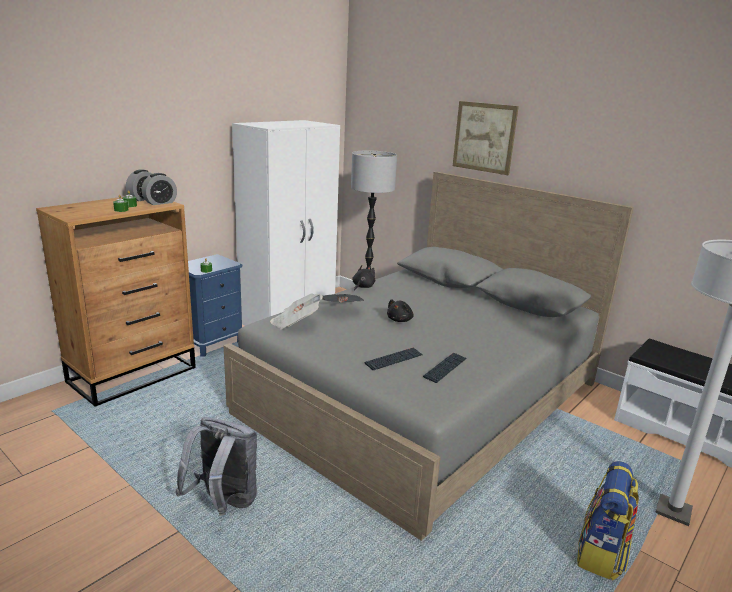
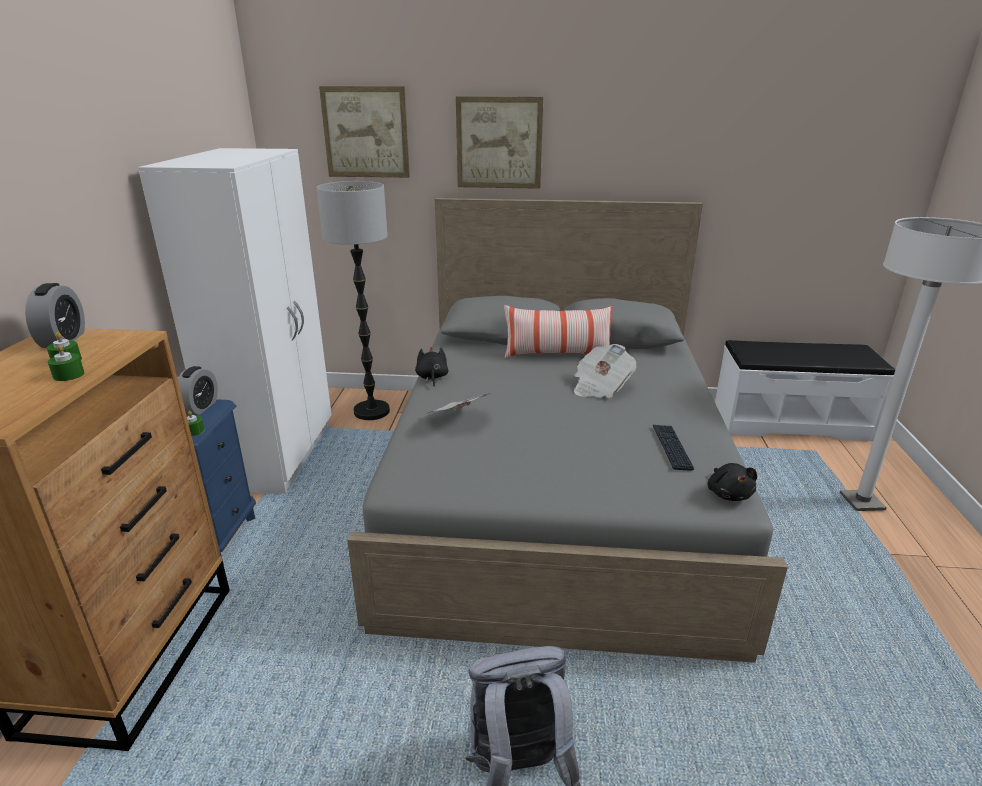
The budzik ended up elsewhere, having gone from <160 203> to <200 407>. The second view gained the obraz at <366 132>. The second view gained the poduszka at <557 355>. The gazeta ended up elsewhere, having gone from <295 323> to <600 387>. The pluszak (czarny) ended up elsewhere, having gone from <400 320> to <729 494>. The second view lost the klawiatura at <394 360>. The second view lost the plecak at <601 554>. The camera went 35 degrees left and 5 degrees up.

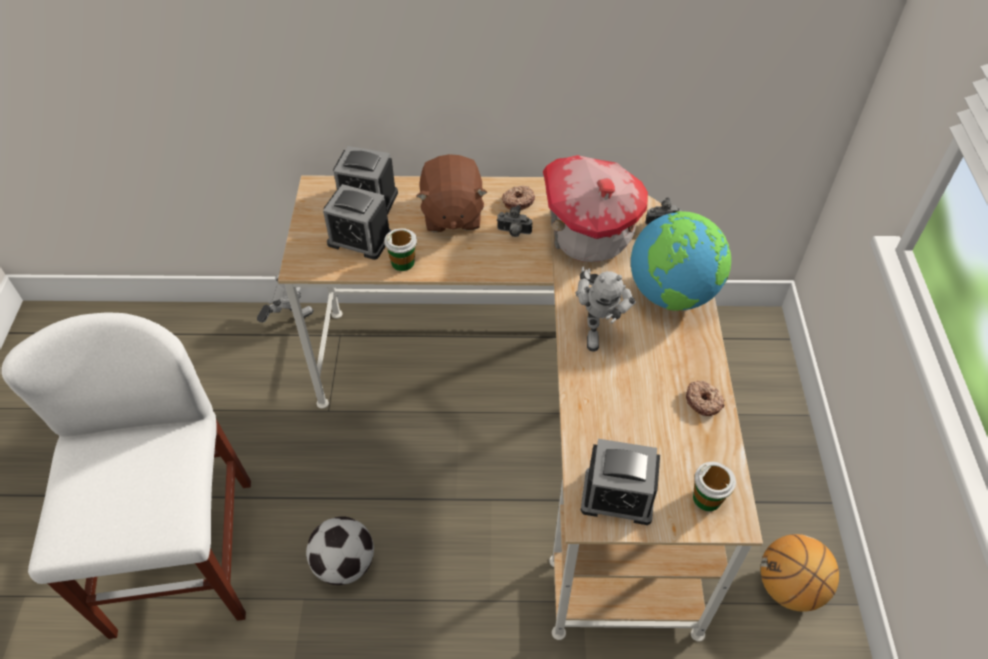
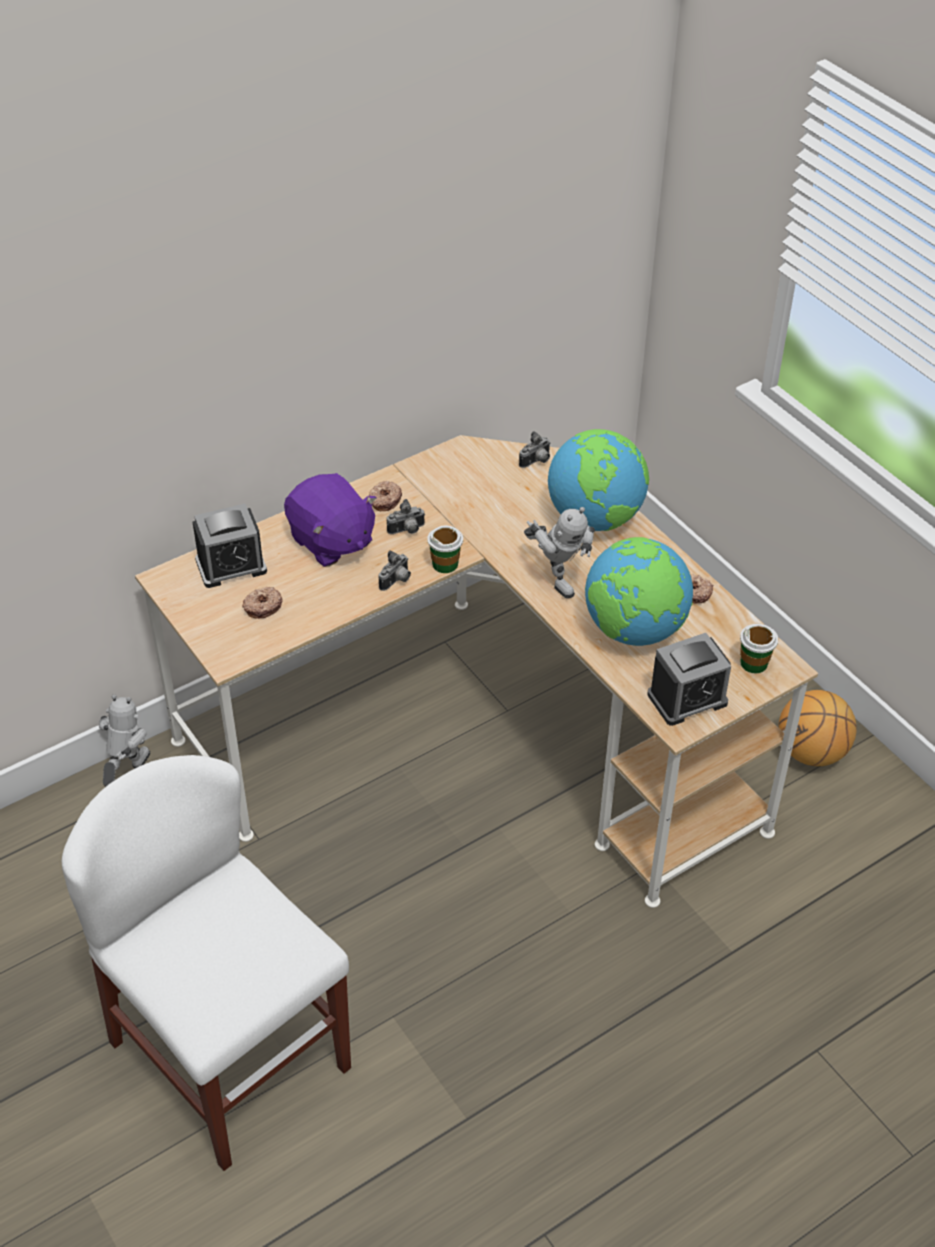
Where the budzik stood at <360 239>, the donut came to stand at <262 606>. What was the pluszak (brązowy) at <451 214> turned into the pluszak (fioletowy) at <331 541>. The second view gained the aparat fotograficzny at <396 581>. The filiżanka ended up elsewhere, having gone from <403 262> to <445 564>. The second view gained the globus at <634 630>. The second view lost the piłka futbolowa at <344 564>. The second view lost the domek at <589 235>. The camera went 35 degrees left and 5 degrees down.

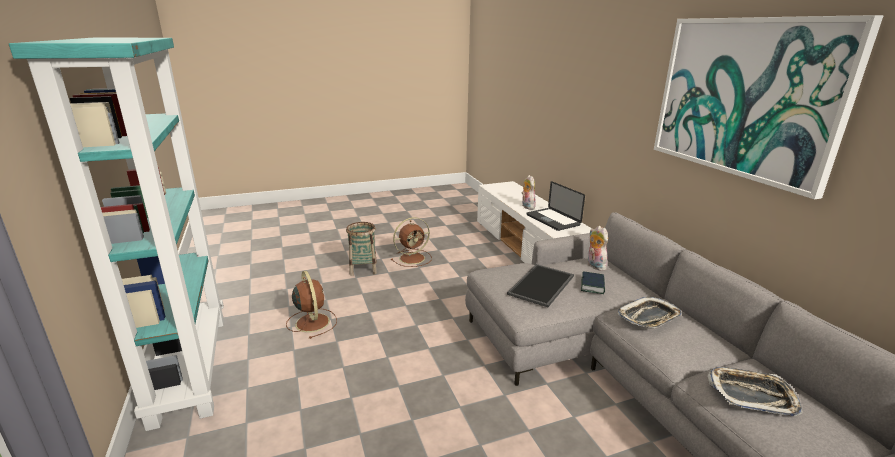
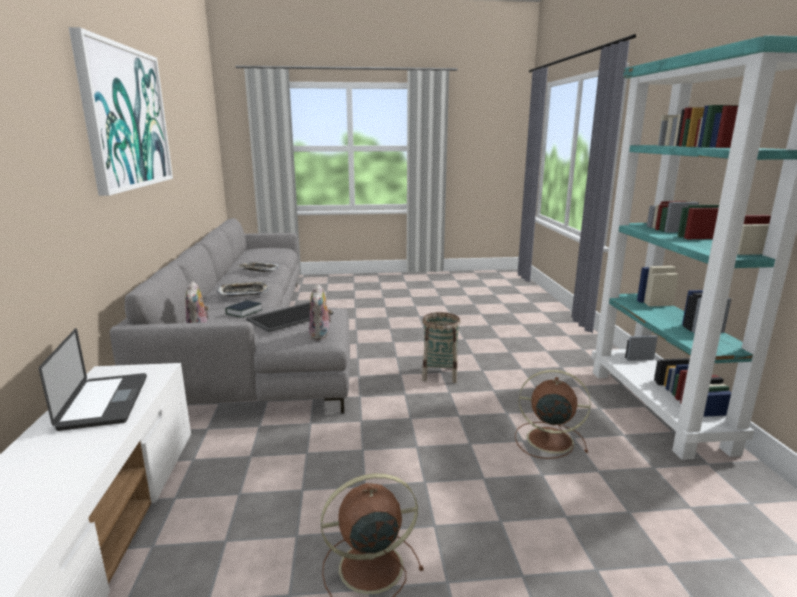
The pluszak ended up elsewhere, having gone from <527 206> to <321 336>. The koszyk ended up elsewhere, having gone from <363 269> to <440 374>. The wentylator (brązowy) at <312 322> ended up facing another way, 120 degrees clockwise from before. The camera went 165 degrees left and 5 degrees down.

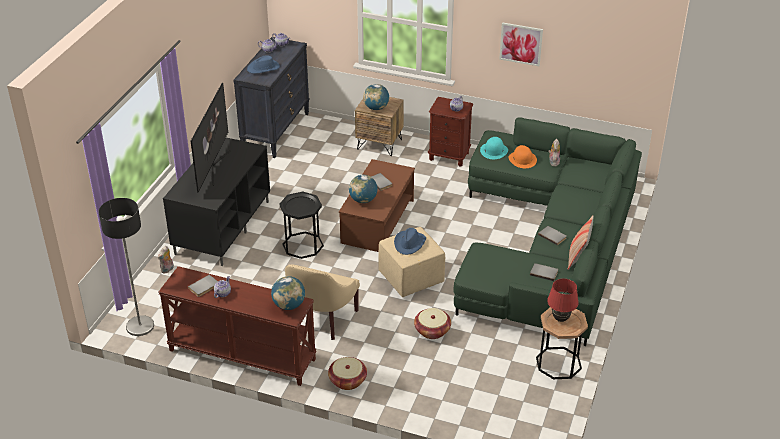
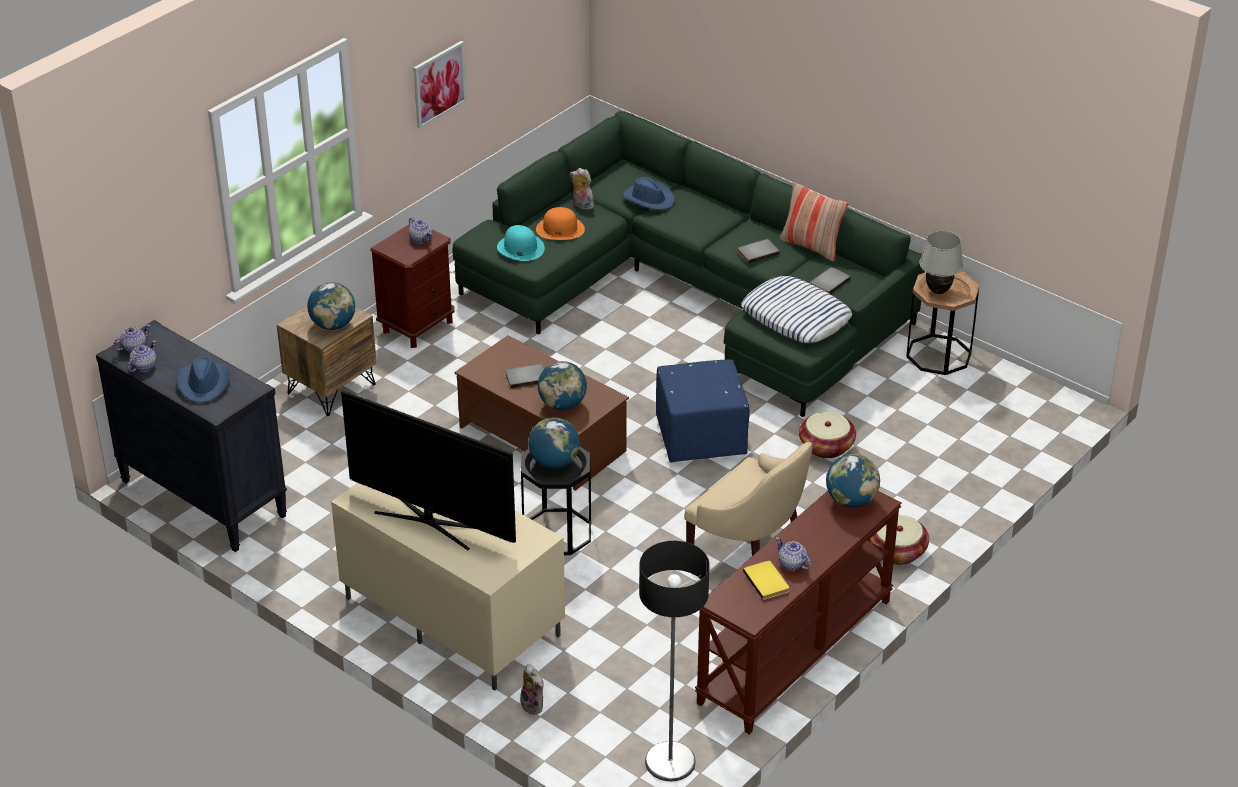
What was the szafka pod telewizor (czarny) at <222 226> turned into the szafka pod telewizor (beżowy) at <450 617>. The second view gained the globus at <554 462>. The kapelusz (niebieski) ended up elsewhere, having gone from <409 243> to <649 198>. What was the pufa (beżowy) at <411 279> turned into the pufa (niebieski) at <702 438>. The second view gained the poduszka at <796 317>. What was the książka (szary) at <204 287> turned into the książka (żółty) at <767 581>. What was the lampa stołowa (czerwony) at <560 319> turned into the lampa stołowa (biały) at <938 291>. The camera went 70 degrees left and 0 degrees up.

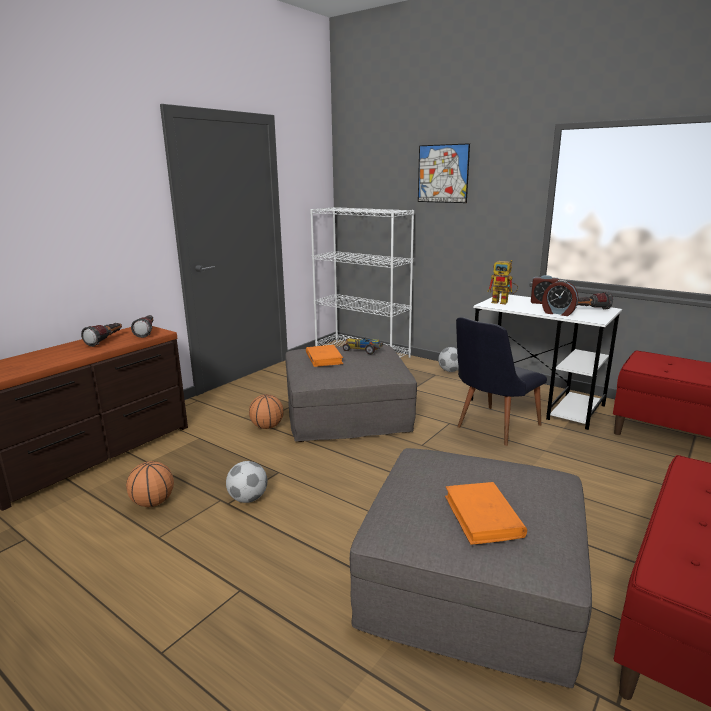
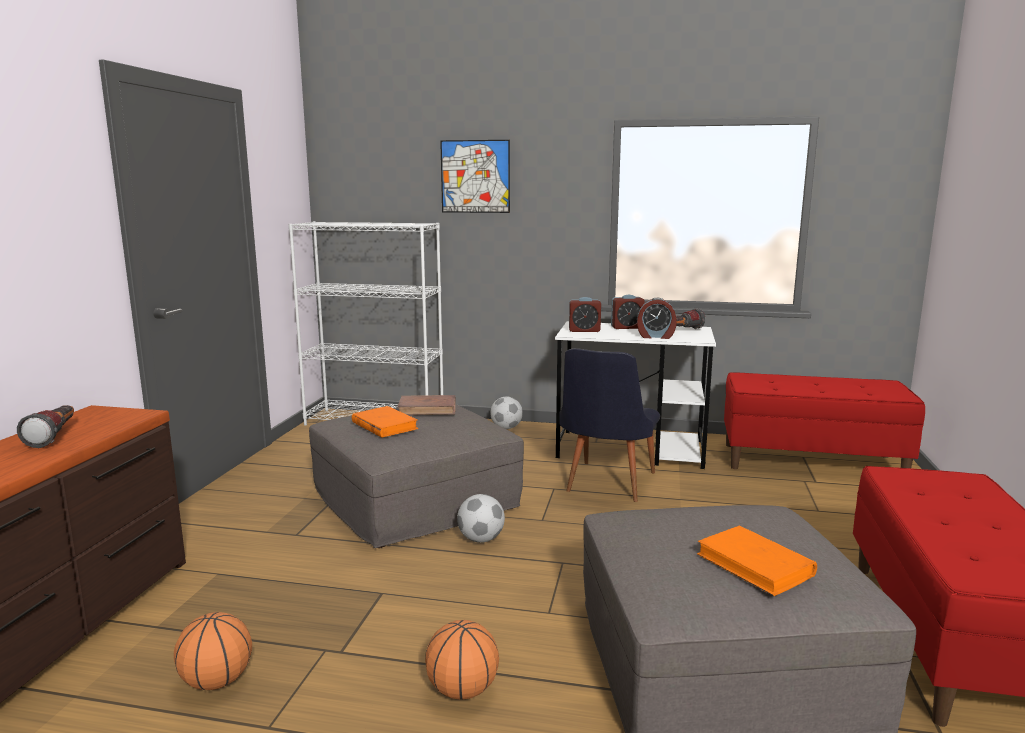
Where the samochodzik stood at <363 350>, the książka (brązowy) came to stand at <427 409>. The piłka do koszykówki ended up elsewhere, having gone from <267 427> to <462 690>. The piłka futbolowa ended up elsewhere, having gone from <248 499> to <480 539>. Where the robot zabawkowy stood at <503 302>, the budzik came to stand at <584 330>. The second view lost the latarka at <147 332>. The camera went 25 degrees left and 5 degrees down.

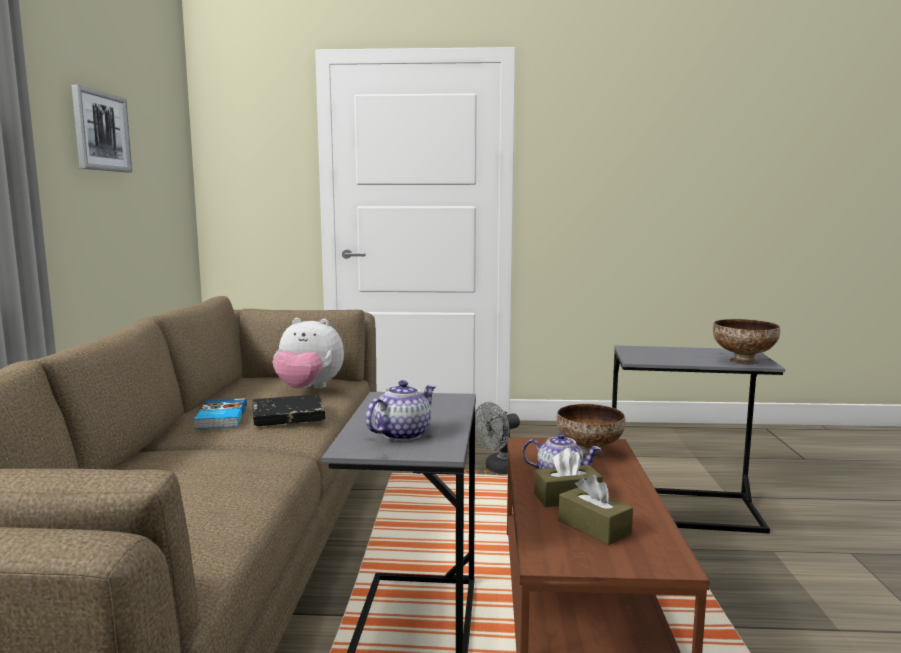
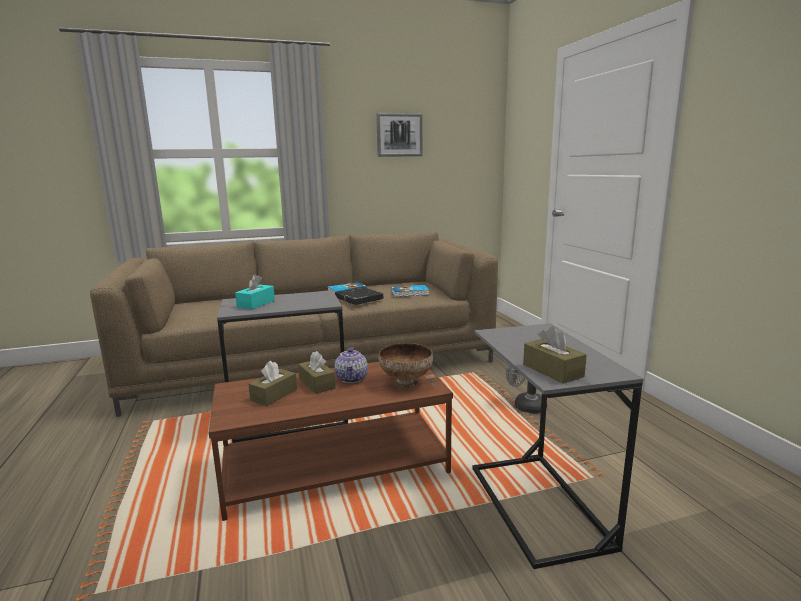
Where the imbryk stood at <402 434>, the pudełko chusteczek (turkusowy) came to stand at <256 304>. Where the pluszak stood at <308 389>, the książka came to stand at <410 293>. Where the miska stood at <743 361>, the pudełko chusteczek (brązowy) came to stand at <552 370>. The camera went 70 degrees right and 5 degrees up.

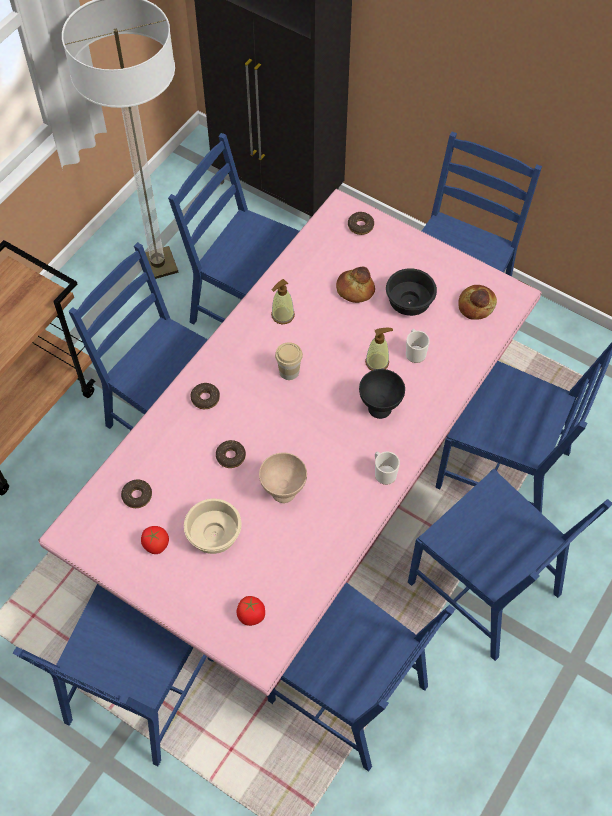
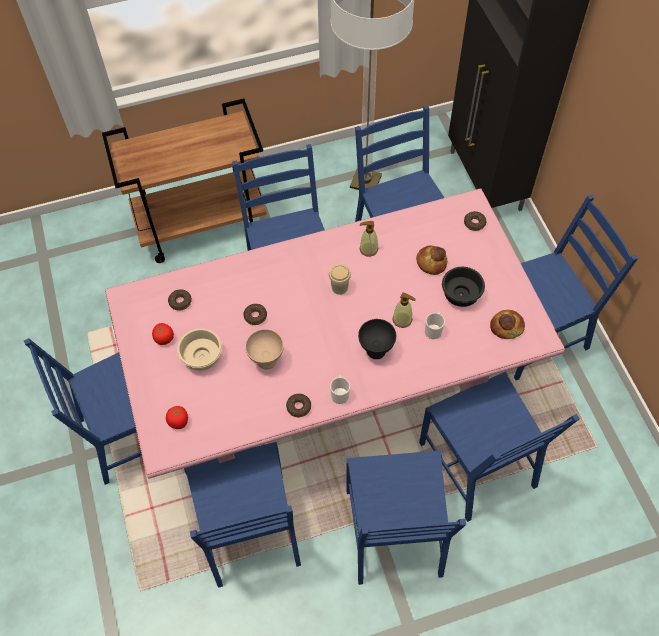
The donut ended up elsewhere, having gone from <205 398> to <298 407>. The camera went 40 degrees right and 0 degrees up.

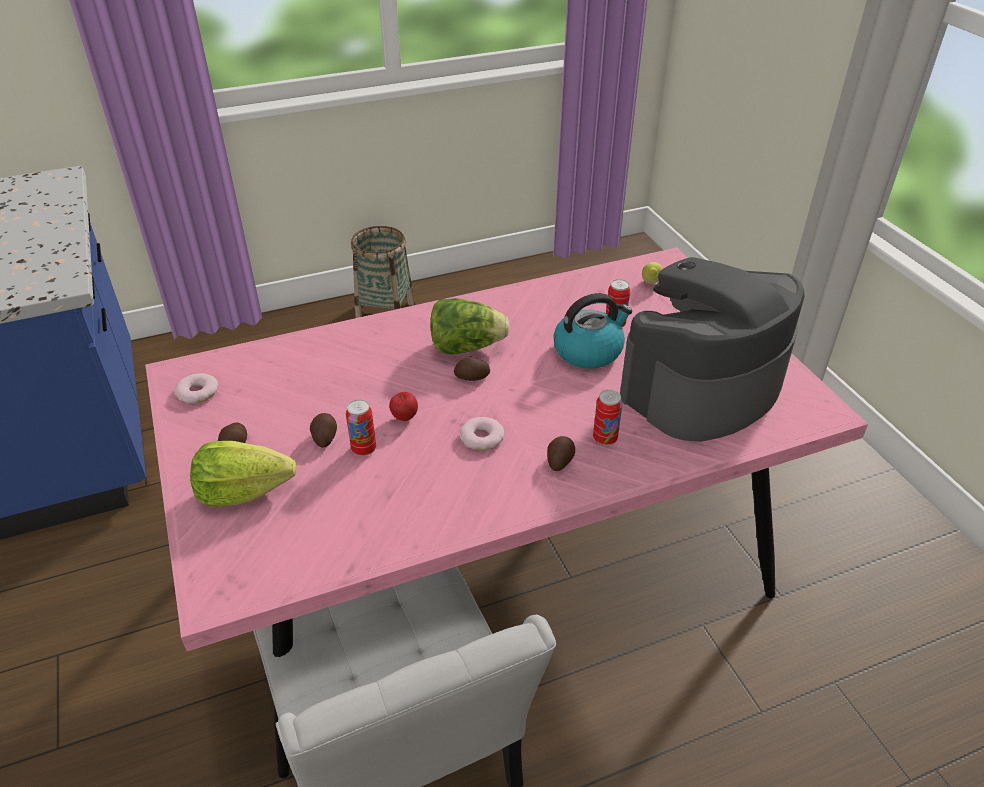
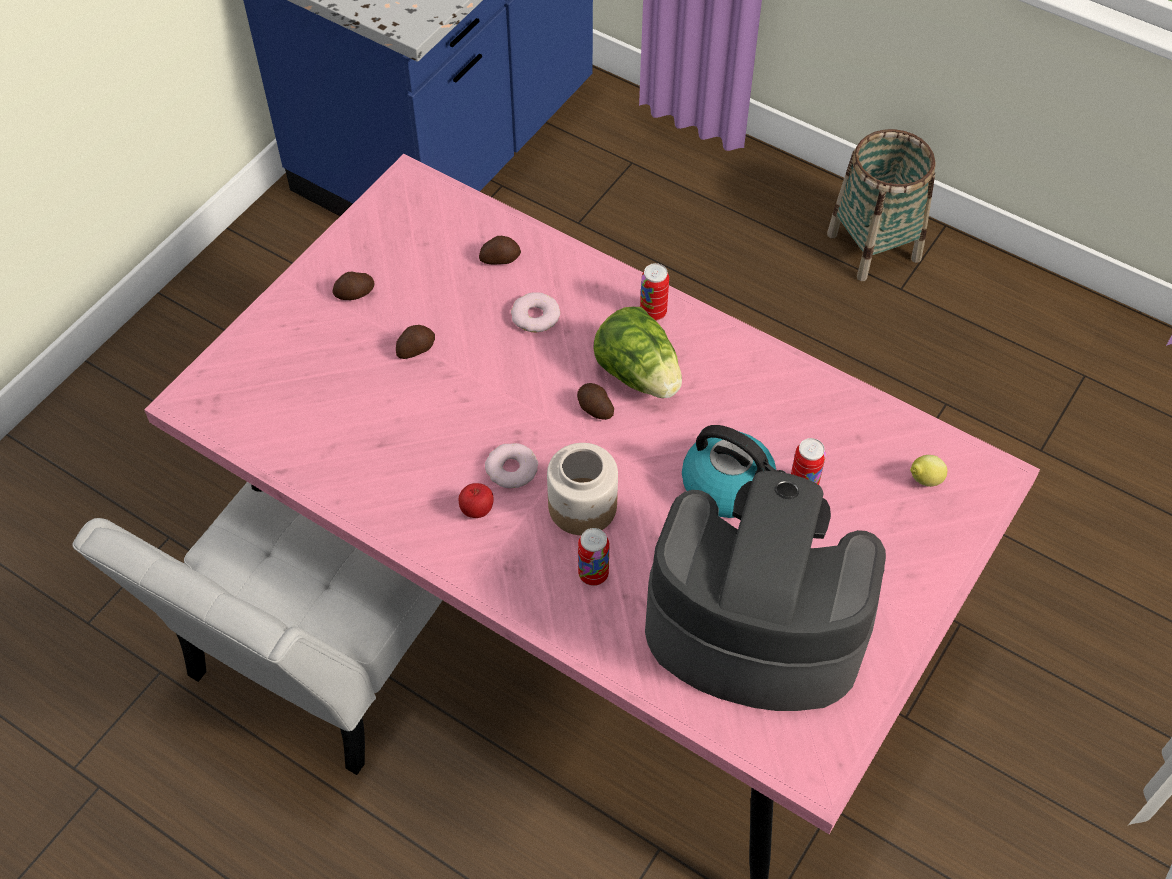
The jabłko ended up elsewhere, having gone from <404 418> to <477 510>. The ziemniak ended up elsewhere, having gone from <559 460> to <500 258>. The donut ended up elsewhere, having gone from <197 392> to <535 316>. The second view gained the słoik at <581 507>. The puszka ended up elsewhere, having gone from <363 449> to <653 312>. The second view lost the sałata at <243 492>. The camera went 55 degrees right and 15 degrees up.

